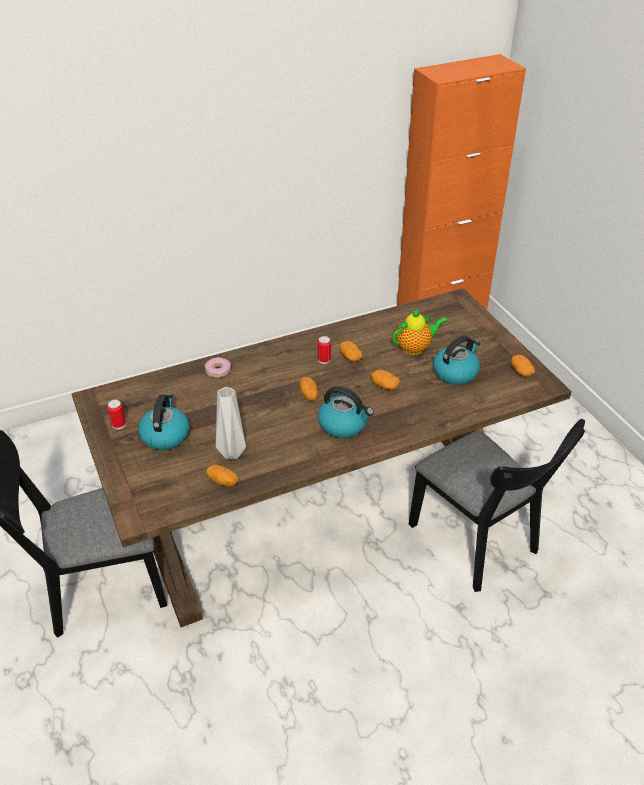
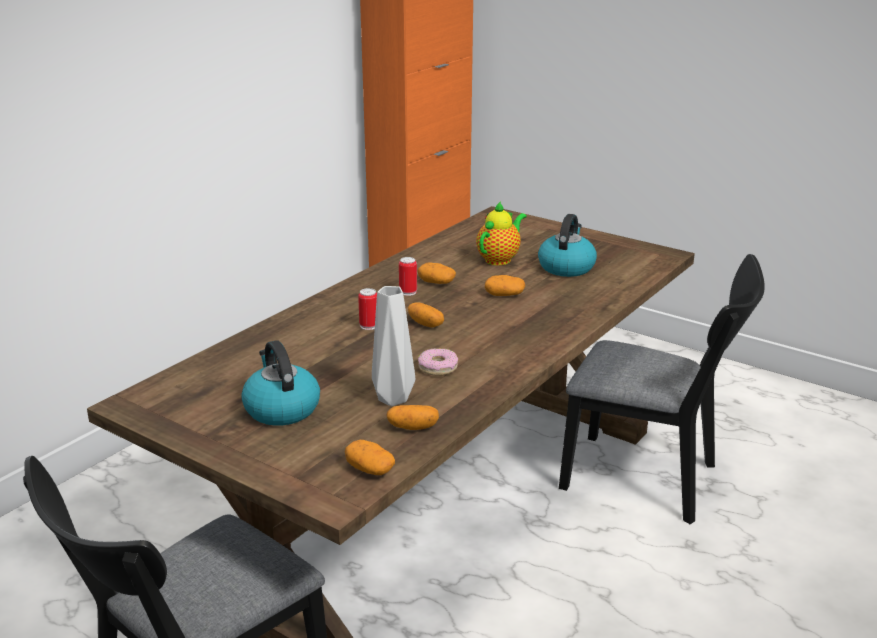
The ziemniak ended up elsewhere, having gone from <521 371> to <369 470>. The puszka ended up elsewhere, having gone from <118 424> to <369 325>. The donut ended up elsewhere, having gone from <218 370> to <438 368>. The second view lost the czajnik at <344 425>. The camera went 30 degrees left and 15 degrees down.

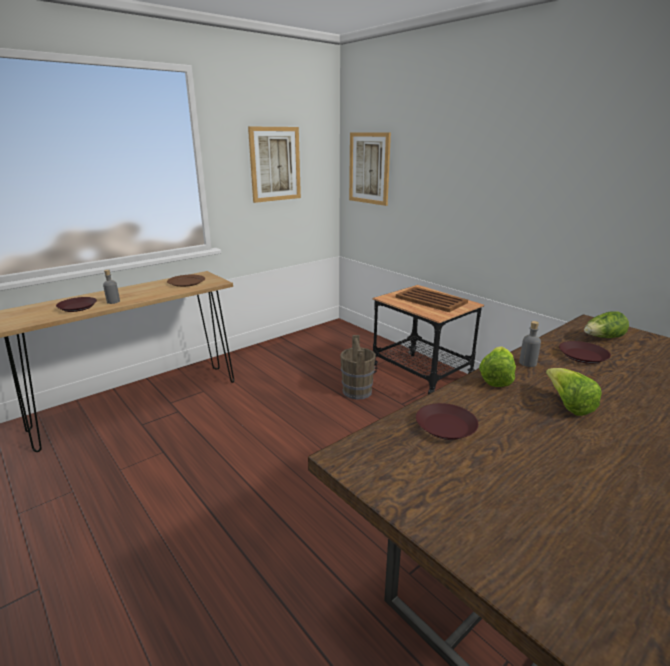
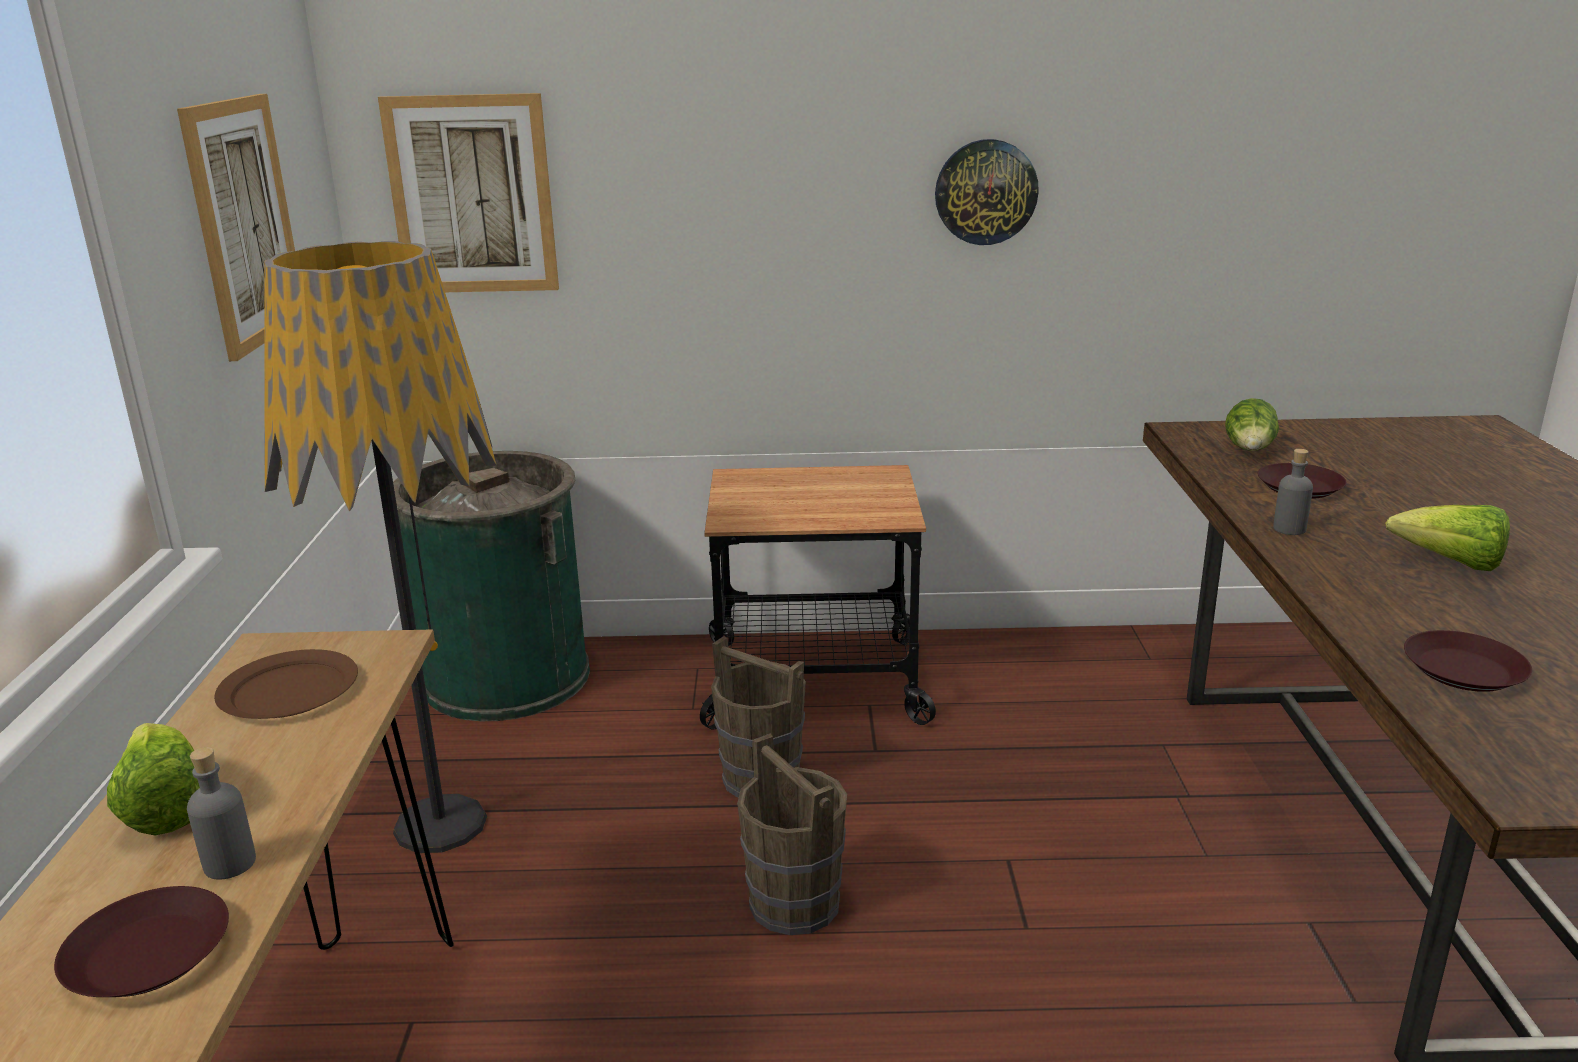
The sałata ended up elsewhere, having gone from <495 379> to <165 809>. The second view gained the lampa stojąca at <440 824>. The second view gained the kosz na śmieci (zielony) at <507 677>. The second view gained the wiadro (brązowy) at <794 903>. The second view gained the zegar ścienny at <986 192>. The second view lost the taca (brązowy) at <430 300>. The camera went 50 degrees left and 0 degrees up.

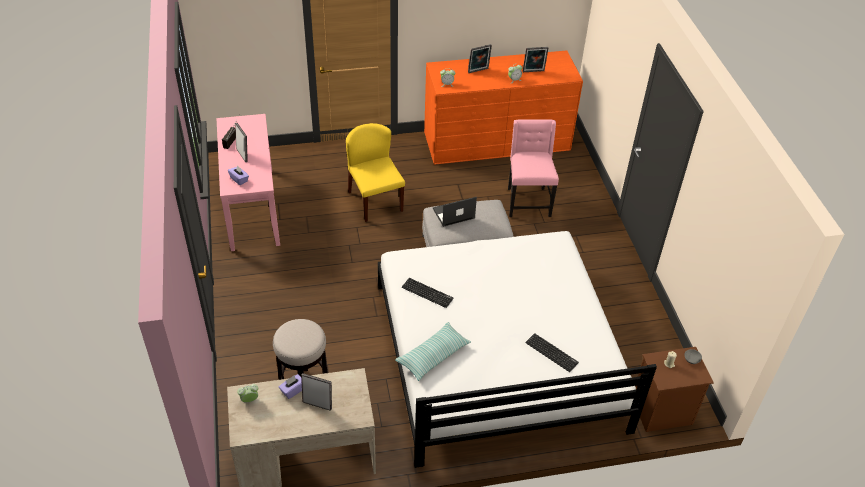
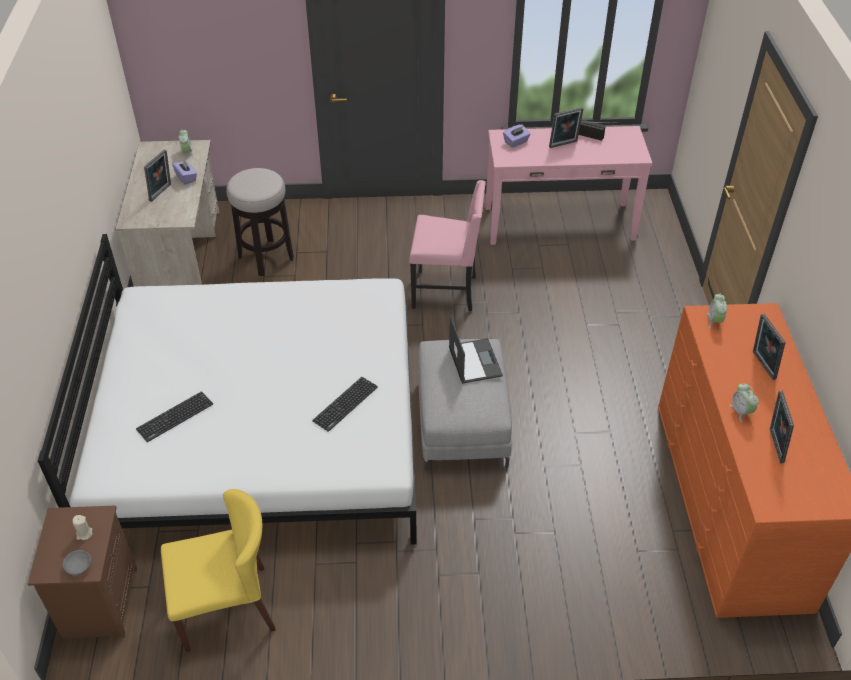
The krzesło (żółty) ended up elsewhere, having gone from <375 201> to <227 607>. The klawiatura ended up elsewhere, having gone from <427 293> to <345 404>. The krzesło (różowy) ended up elsewhere, having gone from <527 202> to <446 291>. The second view lost the poduszka at <433 355>. The camera went 100 degrees right and 0 degrees up.

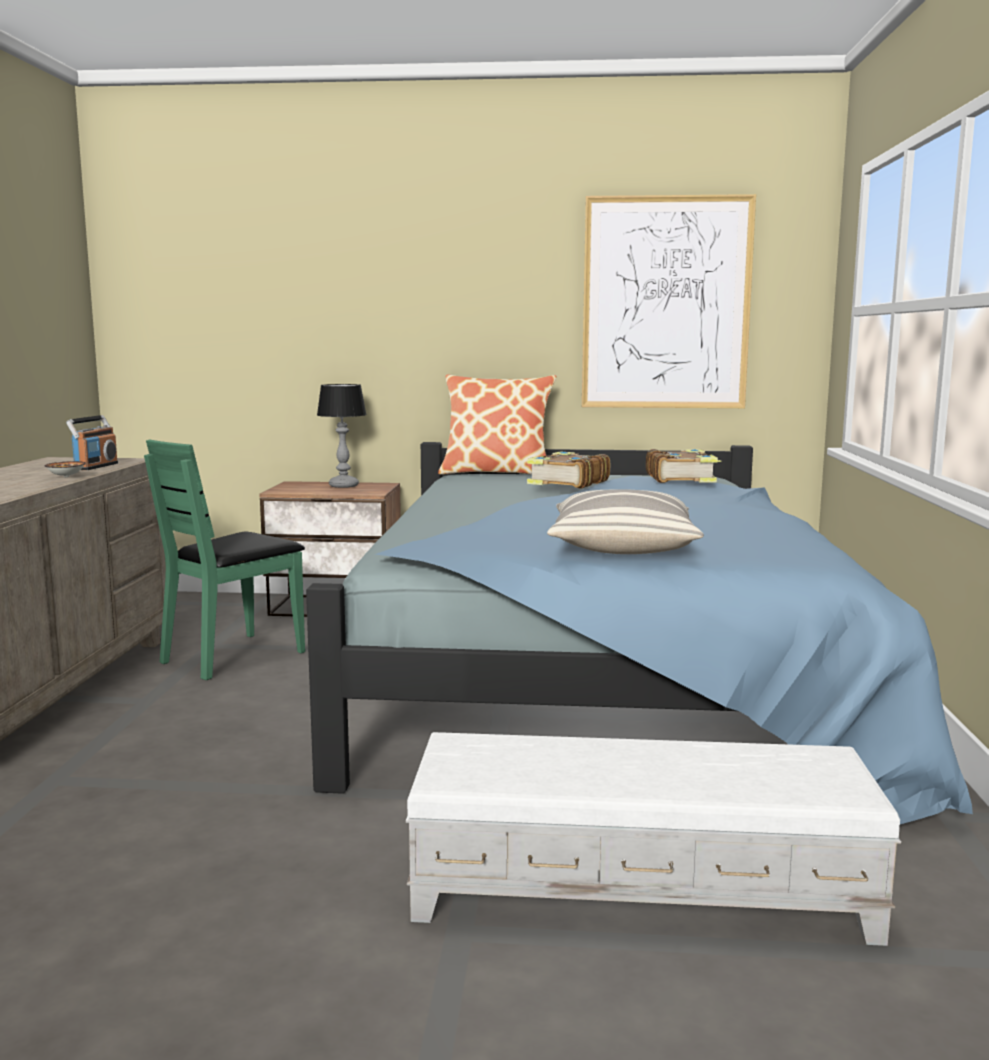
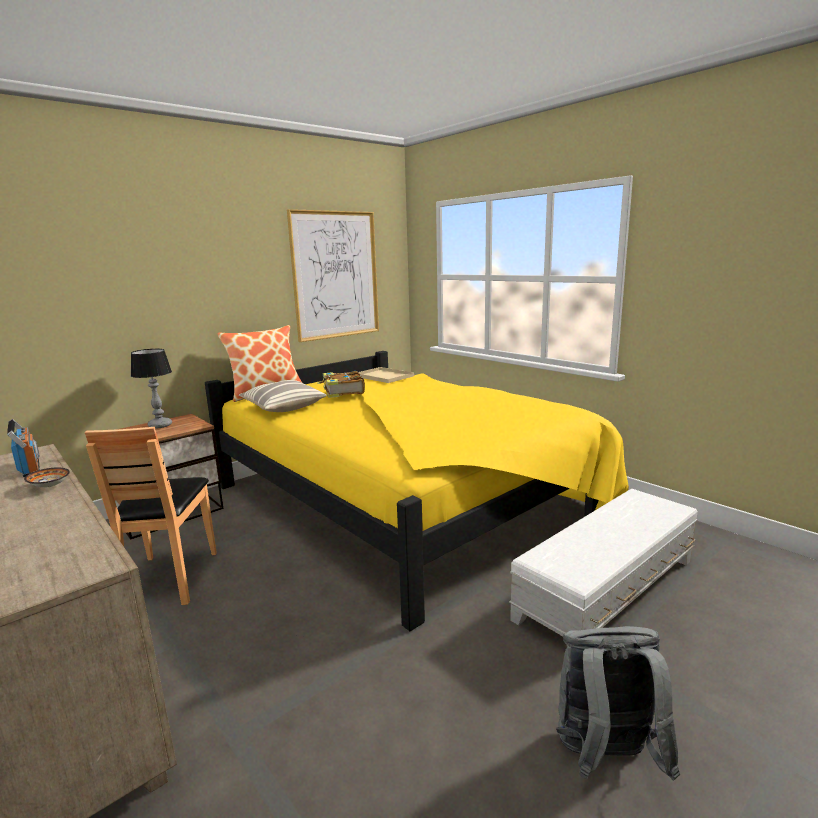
What was the krzesło (zielony) at <233 656> turned into the krzesło (brązowy) at <170 578>. What was the łóżko (niebieski) at <603 681> turned into the łóżko (żółty) at <409 499>. The poduszka ended up elsewhere, having gone from <621 547> to <283 407>. Where the książka stood at <681 478>, the taca (beżowy) came to stand at <383 376>. The second view gained the plecak (szary) at <605 757>. The camera went 45 degrees left and 5 degrees up.

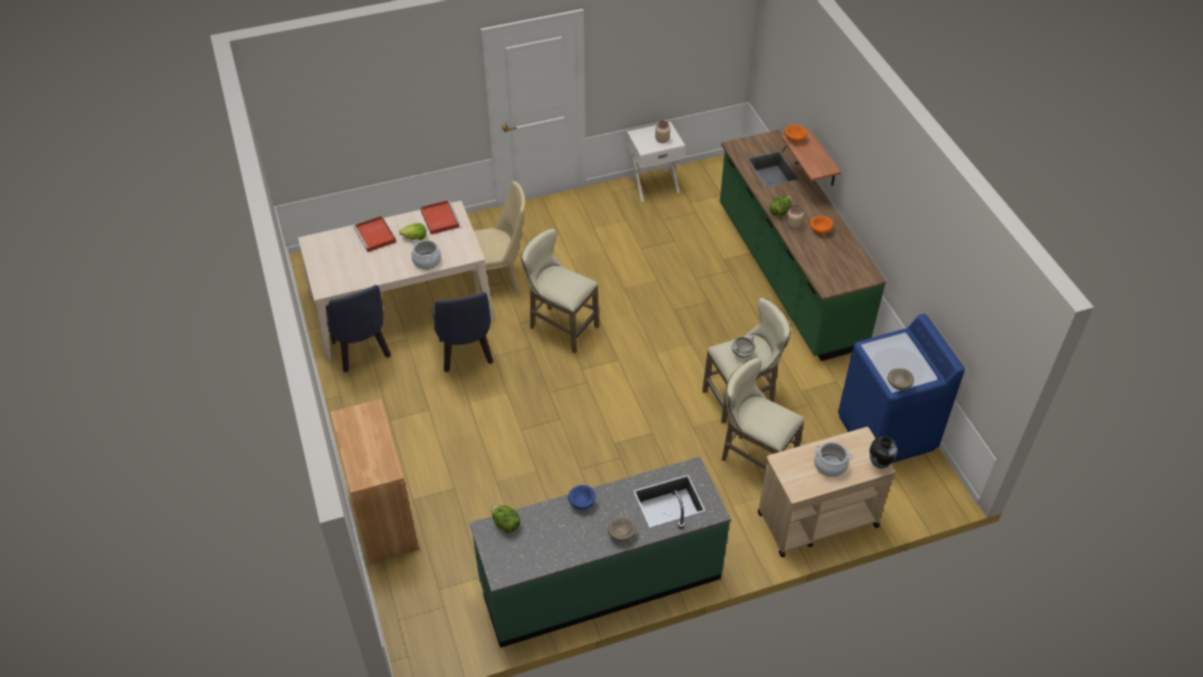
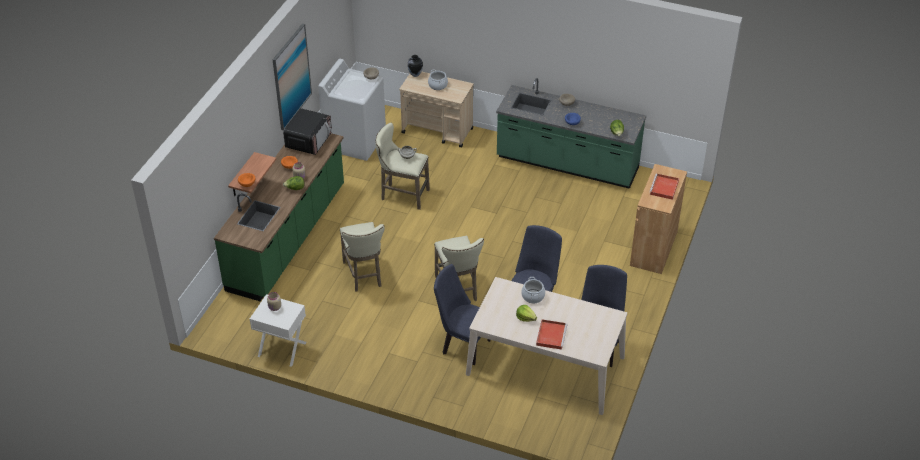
The second view gained the obraz at <291 77>. The second view gained the mikrofalówka at <309 141>. What was the pralka (niebieski) at <886 433> turned into the pralka (biały) at <355 141>. The stołek (beżowy) ended up elsewhere, having gone from <754 459> to <363 276>. What was the krzesło (beżowy) at <499 278> turned into the krzesło (niebieski) at <462 345>. The taca (czerwony) ended up elsewhere, having gone from <439 218> to <664 188>. The camera went 140 degrees left and 5 degrees down.

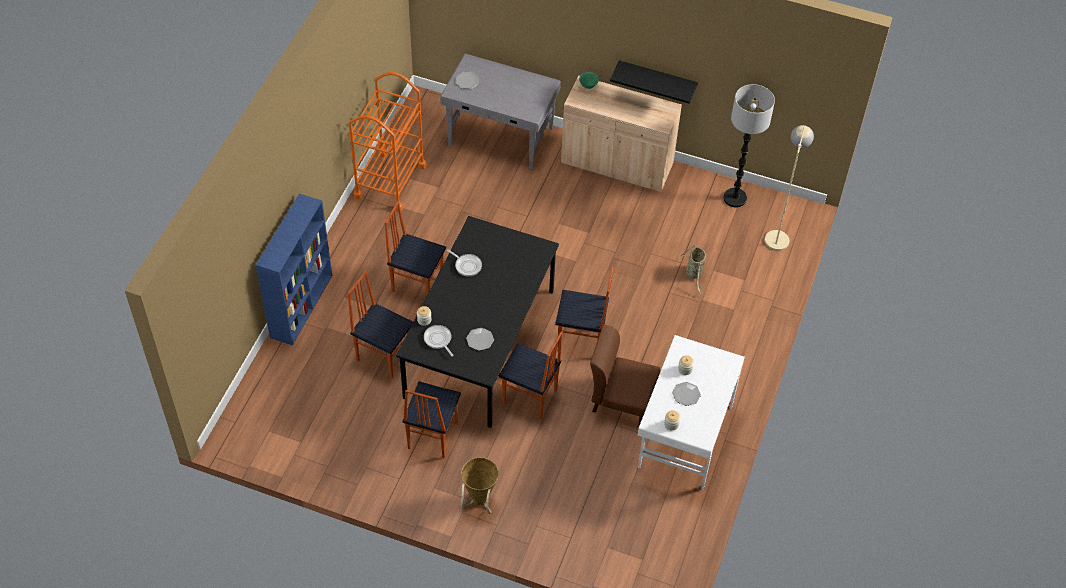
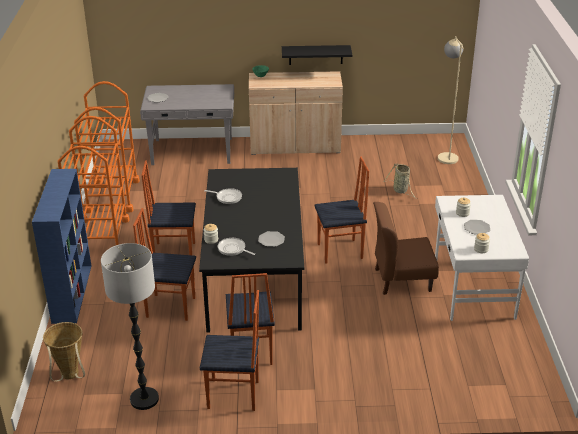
The koszyk ended up elsewhere, having gone from <479 502> to <69 377>. The second view gained the wózek (pomarańczowy) at <100 237>. The lampa stojąca ended up elsewhere, having gone from <734 198> to <144 399>. The krzesło ended up elsewhere, having gone from <530 398> to <233 395>. The camera went 20 degrees left and 20 degrees down.

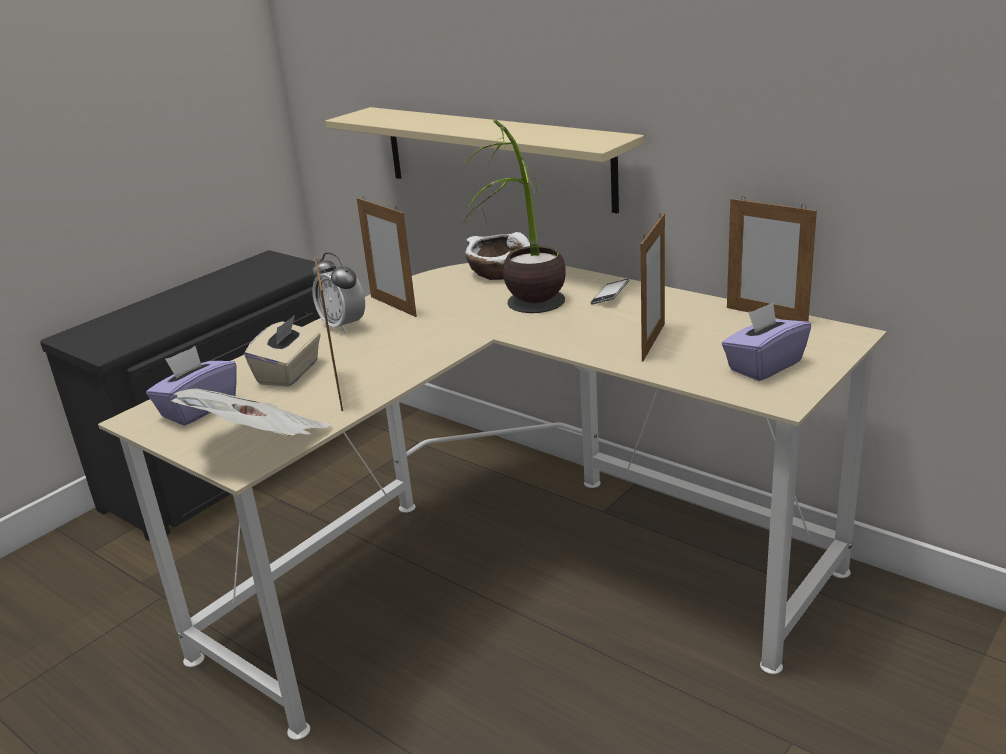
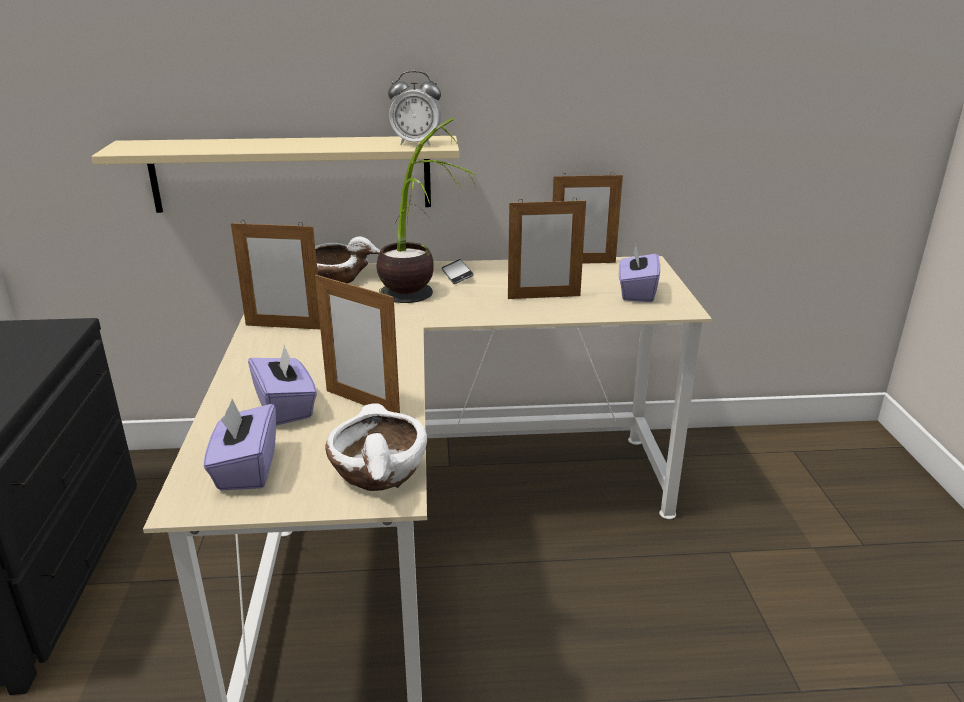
What was the pudełko chusteczek (beżowy) at <289 373> turned into the pudełko chusteczek (fioletowy) at <286 407>. Where the gazeta stood at <261 445>, the miska (biały) came to stand at <378 471>. The budzik ended up elsewhere, having gone from <343 326> to <416 143>. The ramka na zdjęcie at <653 342> ended up facing another way, 105 degrees clockwise from before. The camera went 45 degrees left and 0 degrees up.

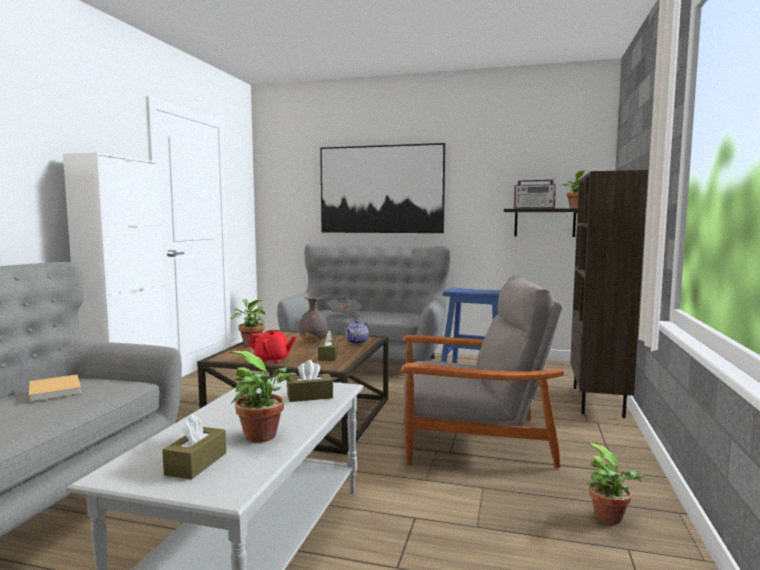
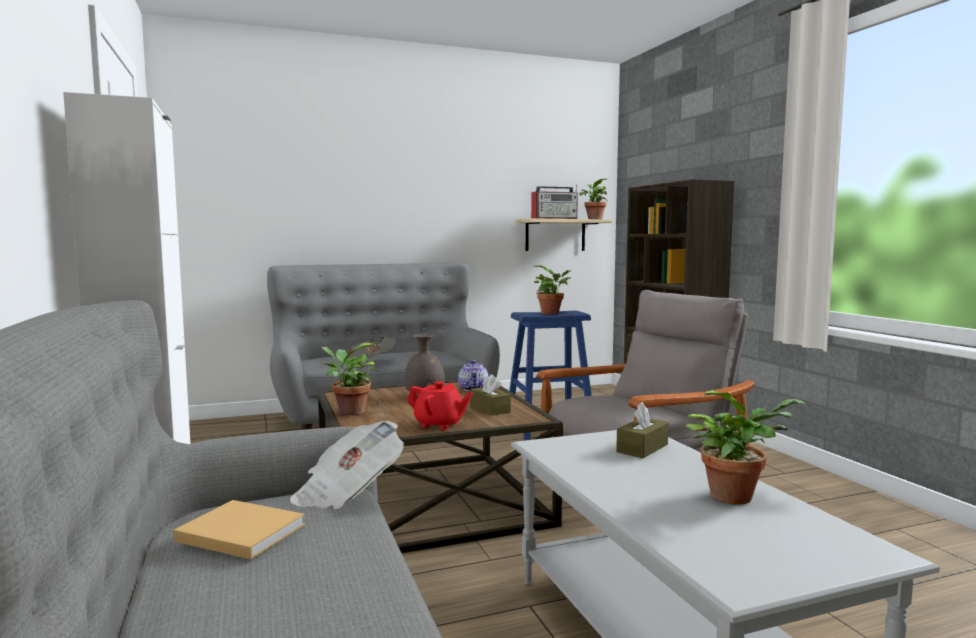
The second view gained the gazeta at <348 493>. The imbryk (czerwony) at <272 360> ended up facing another way, 45 degrees clockwise from before. What was the półka (czarny) at <544 223> turned into the półka (beżowy) at <555 235>. The roślina doniczkowa ended up elsewhere, having gone from <611 519> to <552 313>. The second view lost the pudełko chusteczek (brązowy) at <196 463>. The second view lost the obraz at <381 189>. The camera went 35 degrees left and 0 degrees up.

